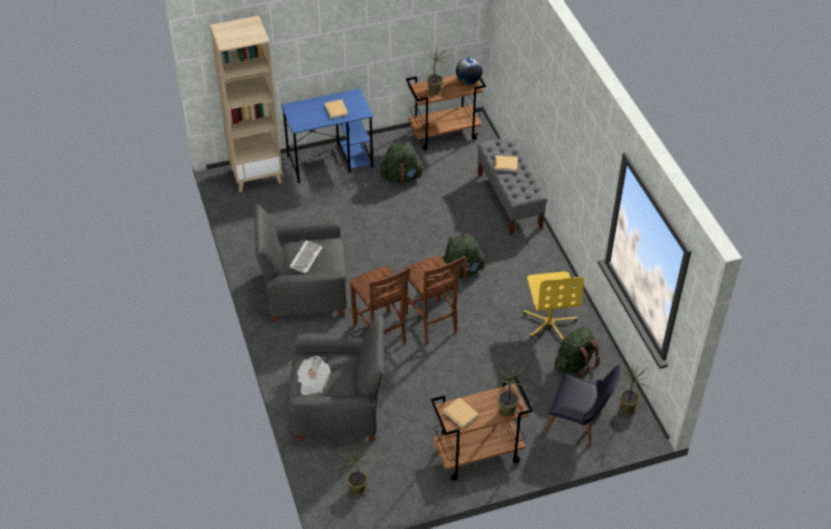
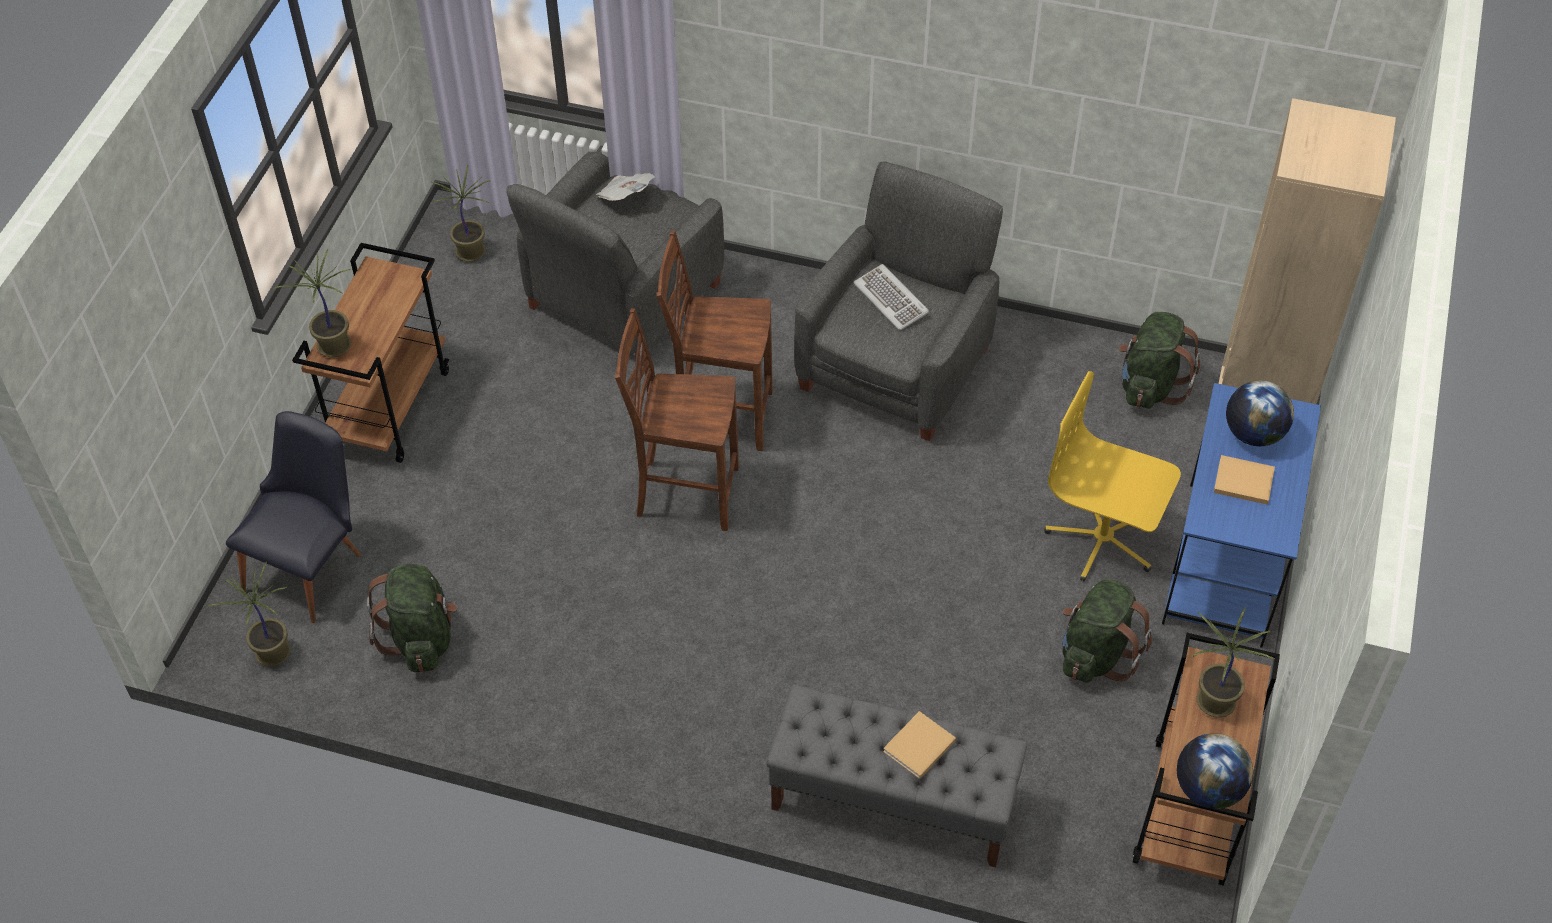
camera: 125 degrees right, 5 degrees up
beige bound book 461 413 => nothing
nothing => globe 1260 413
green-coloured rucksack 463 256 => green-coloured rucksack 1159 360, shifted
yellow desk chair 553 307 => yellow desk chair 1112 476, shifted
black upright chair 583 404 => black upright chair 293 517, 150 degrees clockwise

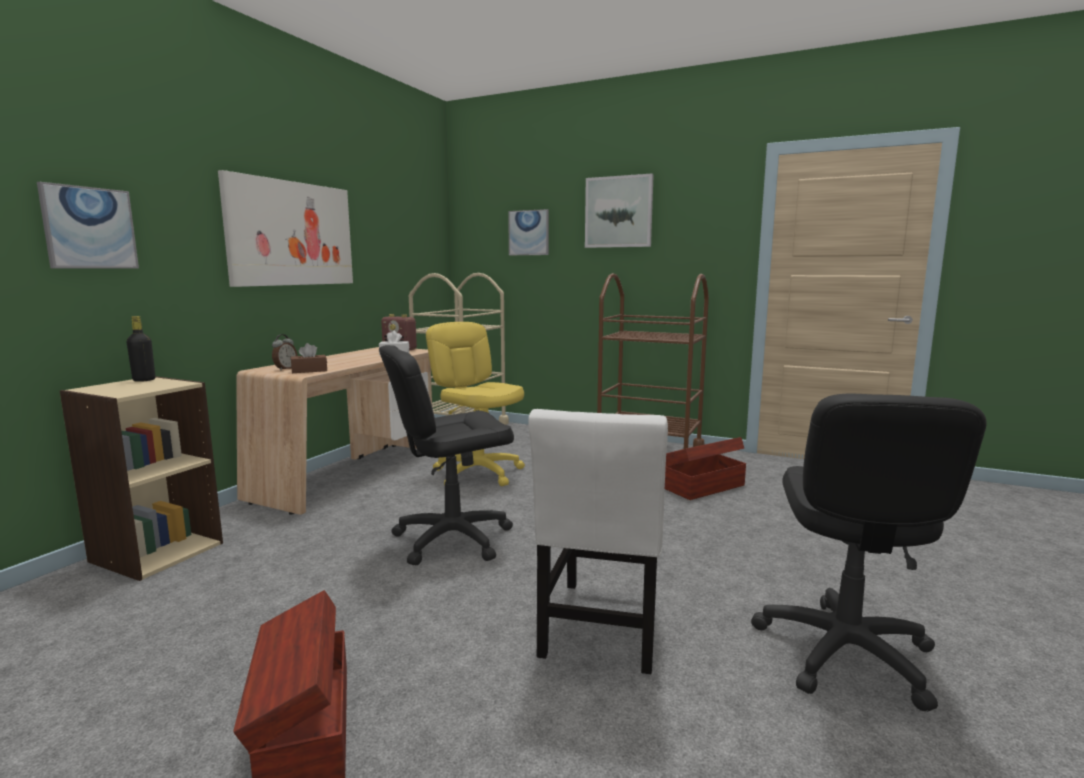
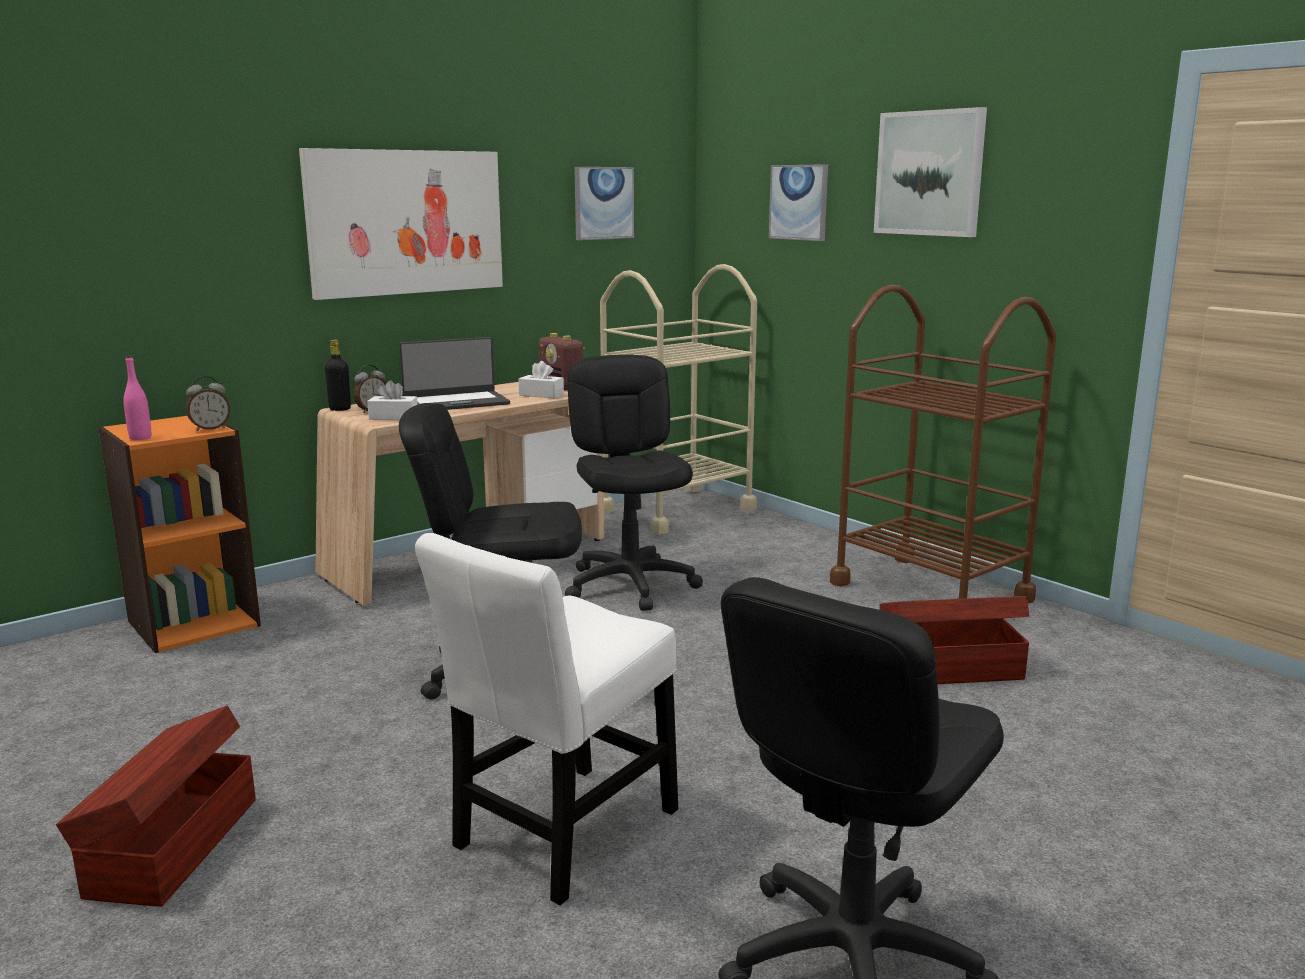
camera: 25 degrees right, 5 degrees up
nothing => pink bottle 137 398
nothing => bedside clock 208 403
nothing => notebook computer 454 373
wall picture 88 225 => wall picture 604 203, shifted
black bottle 141 349 => black bottle 338 375, shifted
beige bookshelf 141 478 => orange-coloured bookshelf 179 534
brownish tissue holder 309 358 => white tissue holder 392 400
yellow desk chair 475 404 => black desk chair 634 483

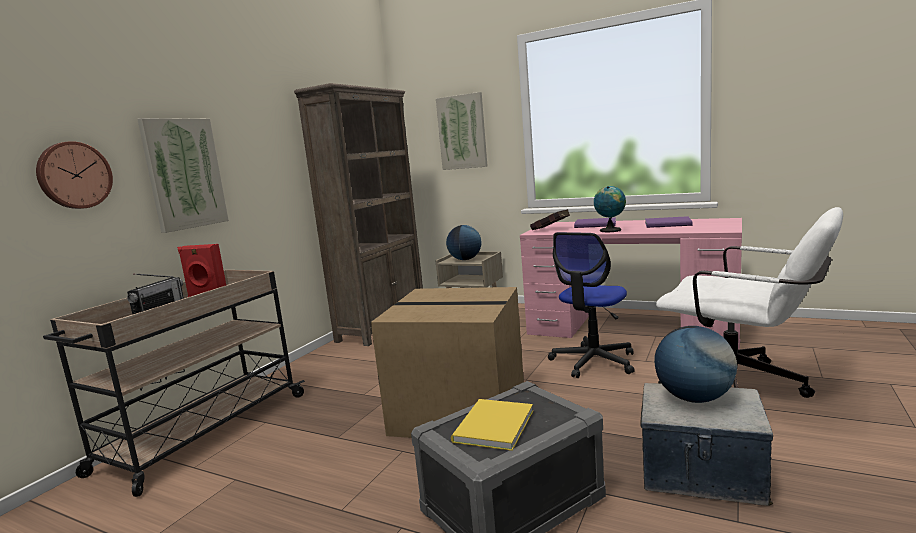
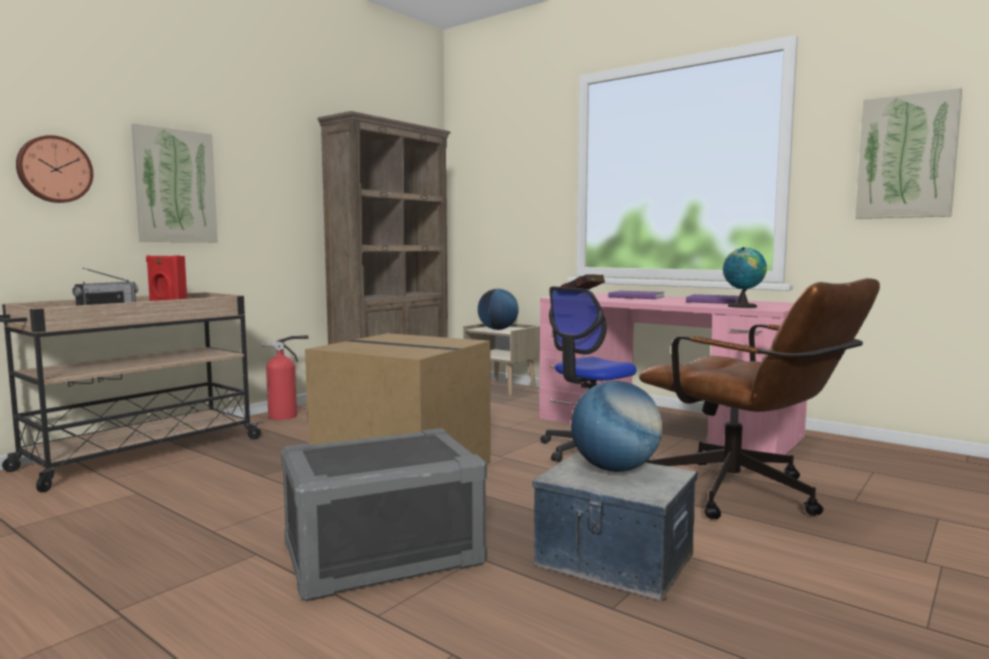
camera: 10 degrees right, 5 degrees down
yellow bound book 492 425 => nothing
nothing => fire-fighting cylinder 285 377
wall picture 462 131 => wall picture 908 153, shifted
globe 610 209 => globe 745 277, shifted
white desk chair 749 302 => brownish desk chair 759 398

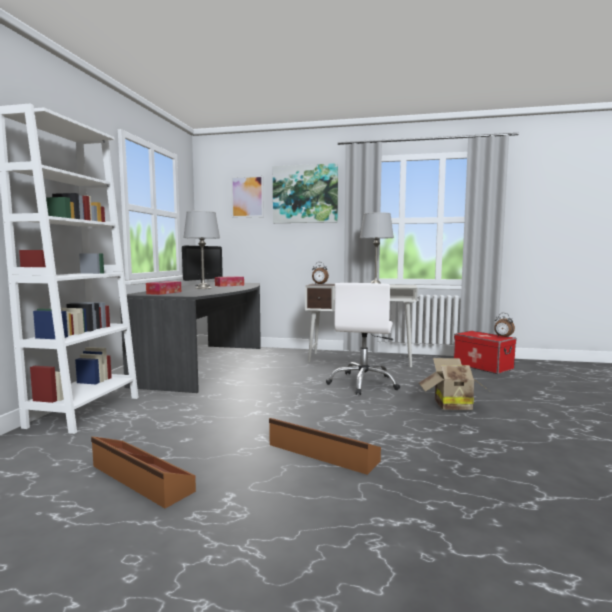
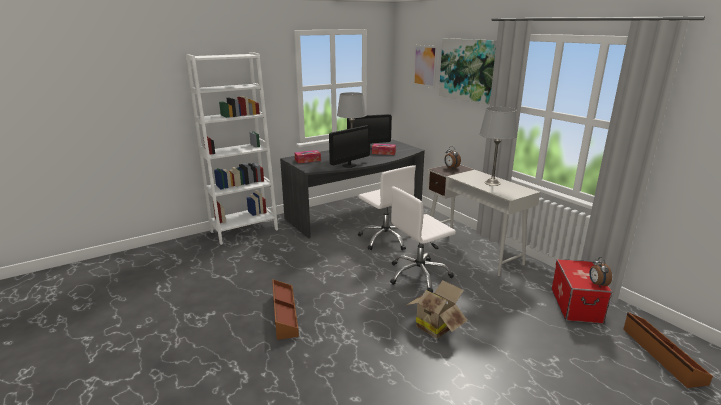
camera: 45 degrees right, 15 degrees up
nothing => computer display 349 146
nothing => white desk chair 387 207
brownish storage box 143 472 => brownish storage box 668 350, shifted

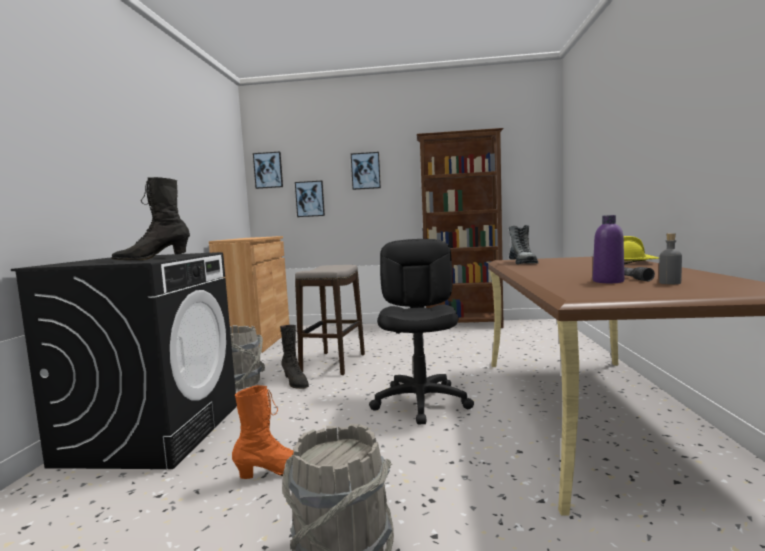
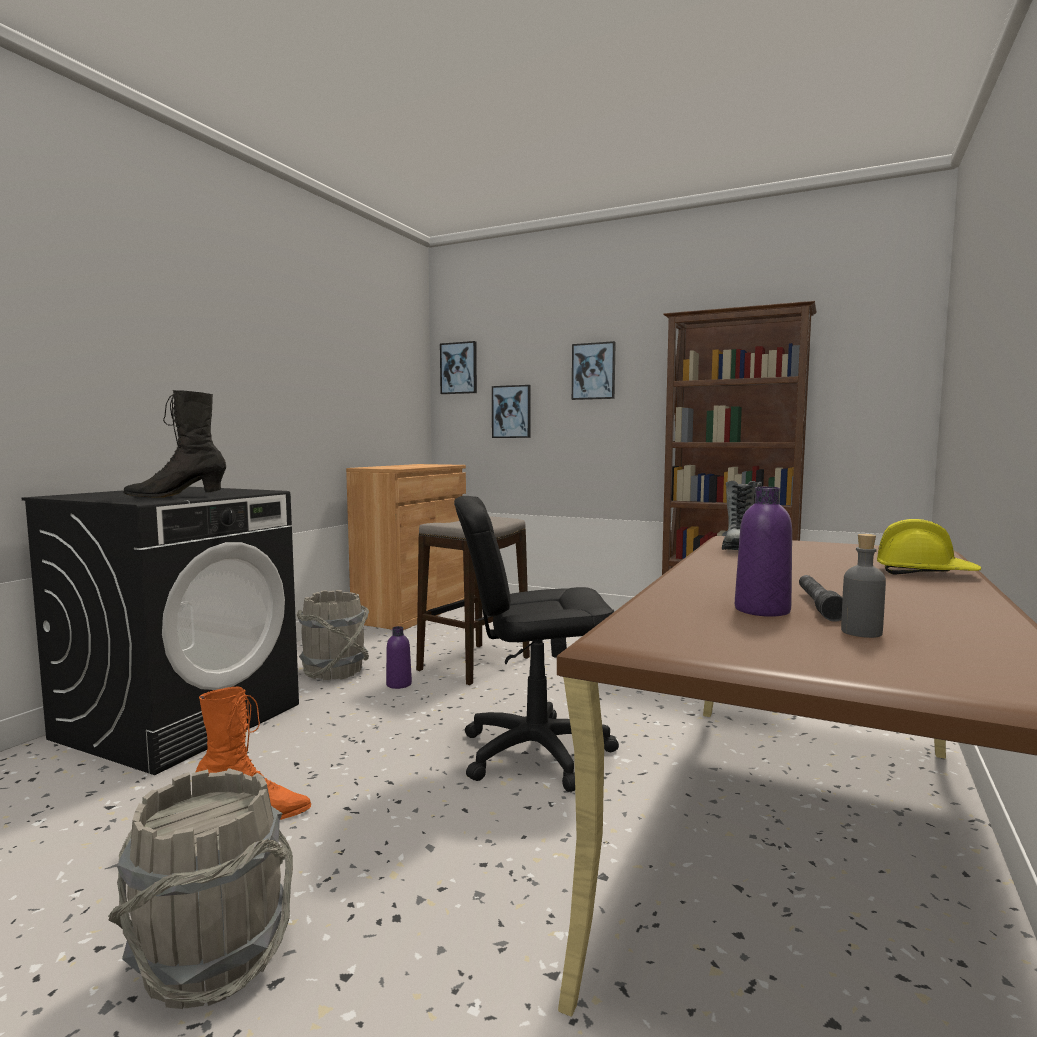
camera: 20 degrees right, 0 degrees up
black boot 294 357 => purplish bottle 399 657
black desk chair 421 331 => black desk chair 536 644, 120 degrees counterclockwise

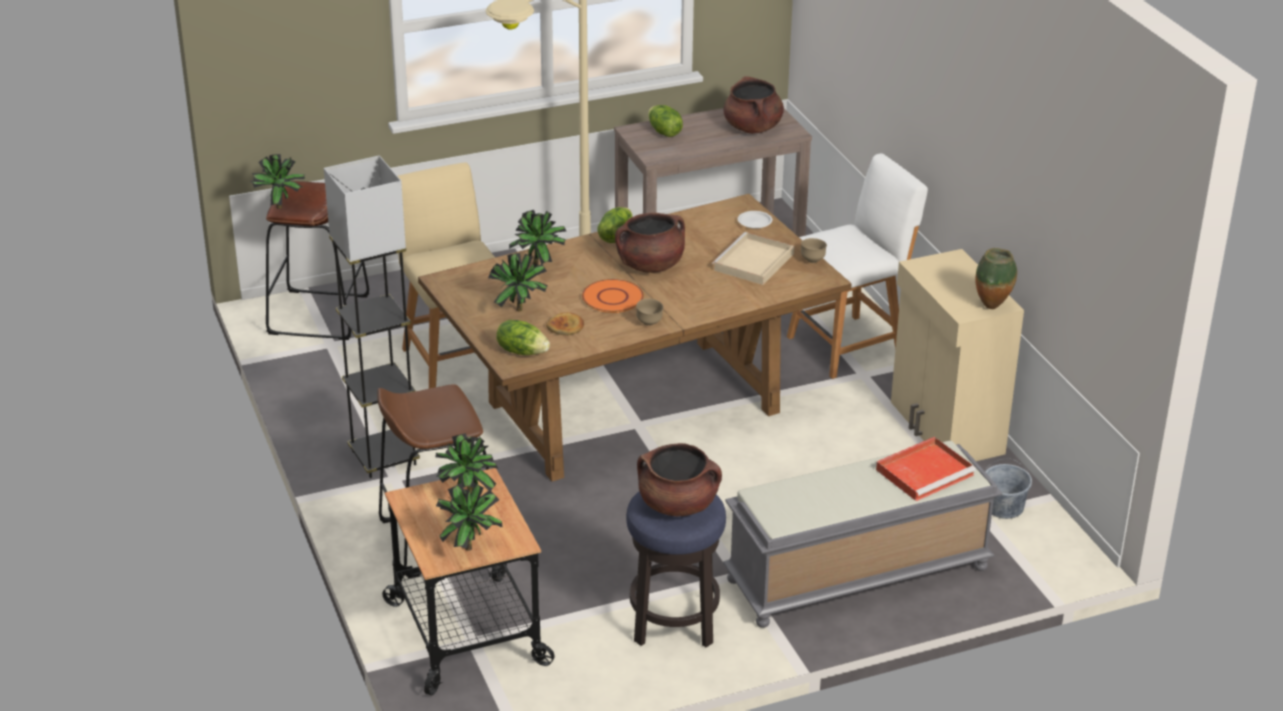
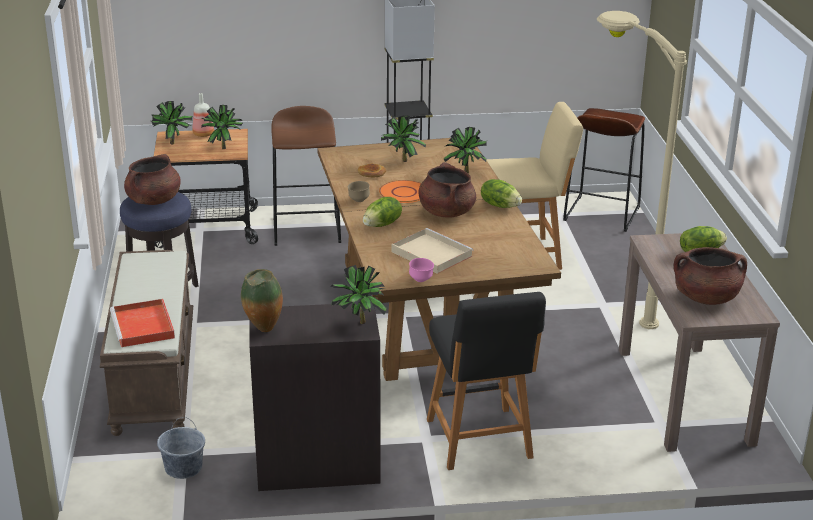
camera: 105 degrees right, 5 degrees down
white plate 755 220 => nothing
nothing => bottle 203 115
houseplant 277 181 => houseplant 358 294, shifted
head of lettuce 523 337 => head of lettuce 382 212, shifted
gray long seat 863 534 => brownish long seat 146 343
white upright chair 857 266 => black upright chair 486 381
brownish serving bowl 814 250 => pink serving bowl 421 270
beige cabinet 957 355 => black cabinet 315 397

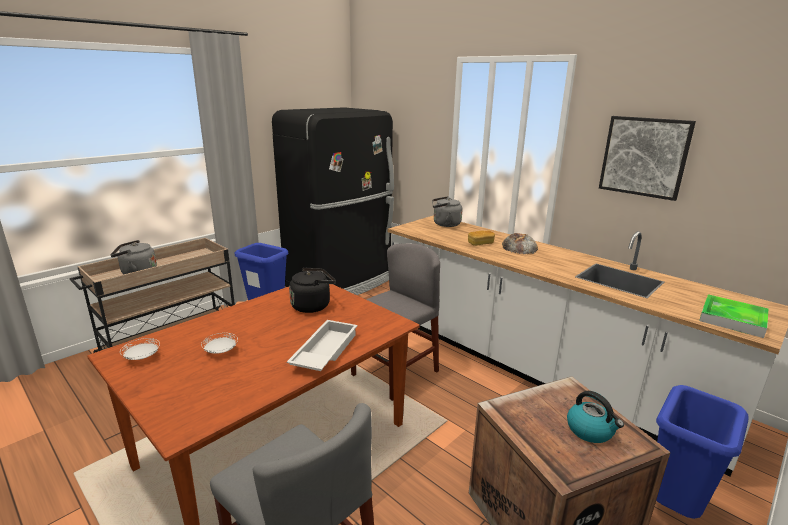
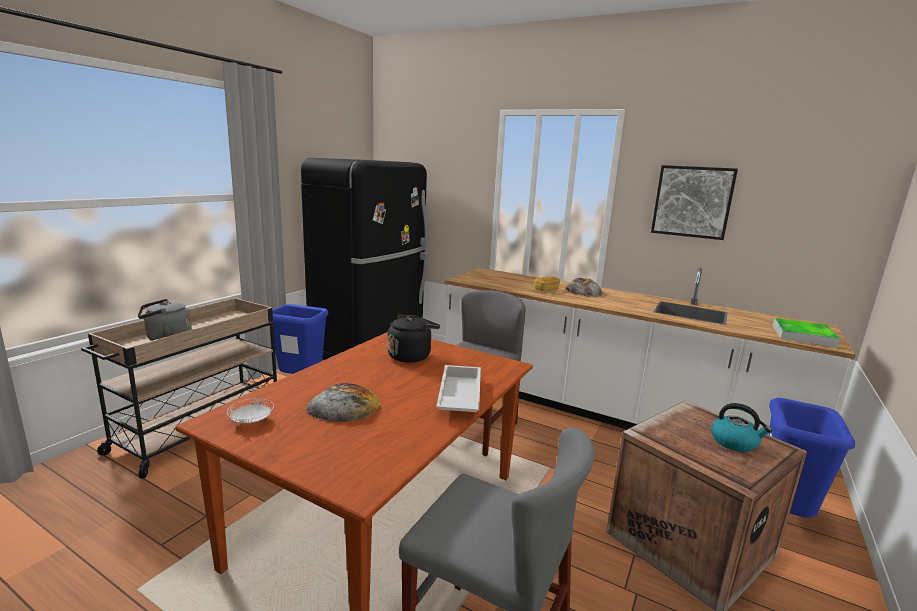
camera: 15 degrees left, 5 degrees down
gray kettle 447 211 => nothing
white plate 219 343 => bakery bread 343 402

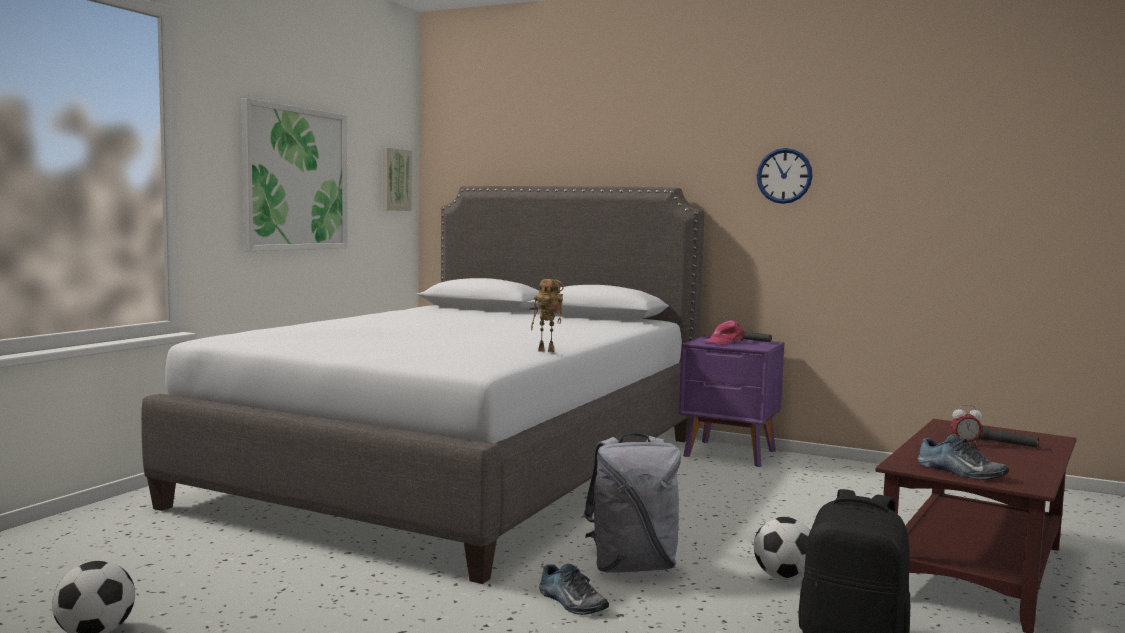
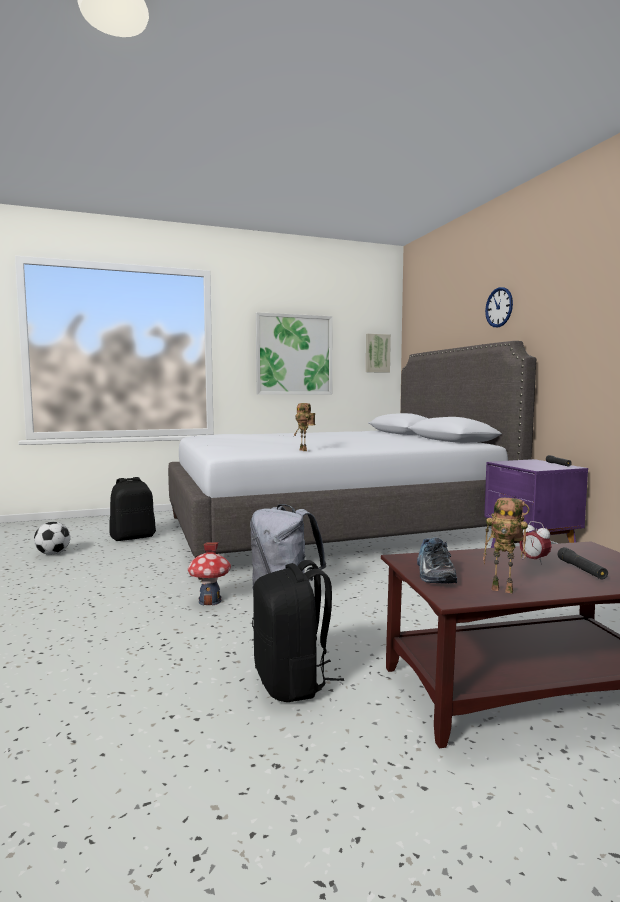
camera: 45 degrees right, 0 degrees up
pink baseball cap 724 332 => nothing
ball for football 782 548 => nothing
nothing => black rucksack 133 509
nothing => toy robot 506 545
wall clock 785 176 => wall clock 499 307, shifted
shoe 574 589 => toy house 209 574

